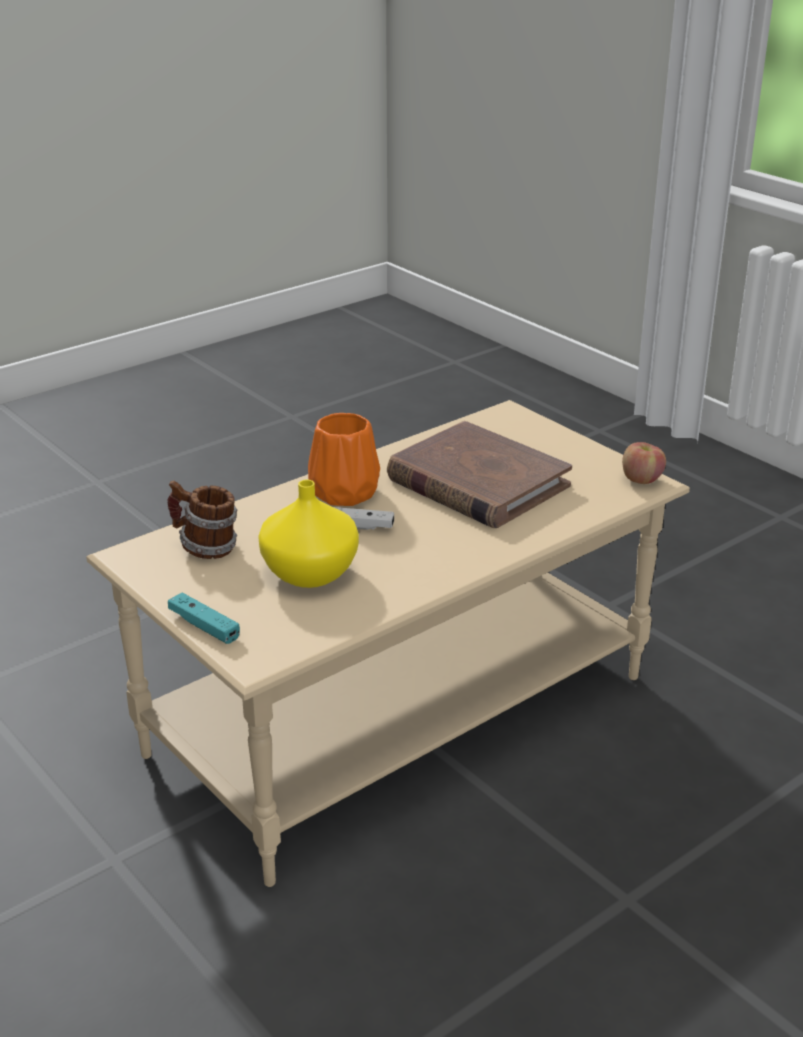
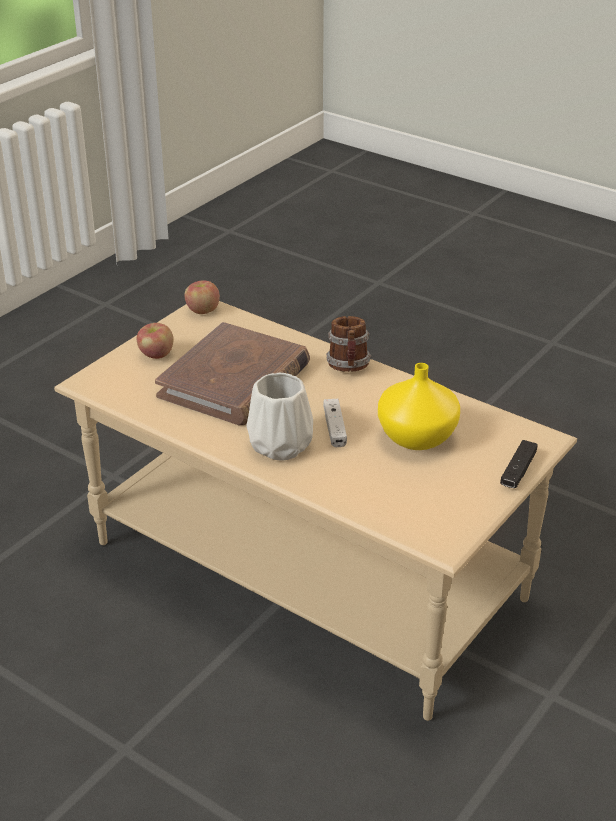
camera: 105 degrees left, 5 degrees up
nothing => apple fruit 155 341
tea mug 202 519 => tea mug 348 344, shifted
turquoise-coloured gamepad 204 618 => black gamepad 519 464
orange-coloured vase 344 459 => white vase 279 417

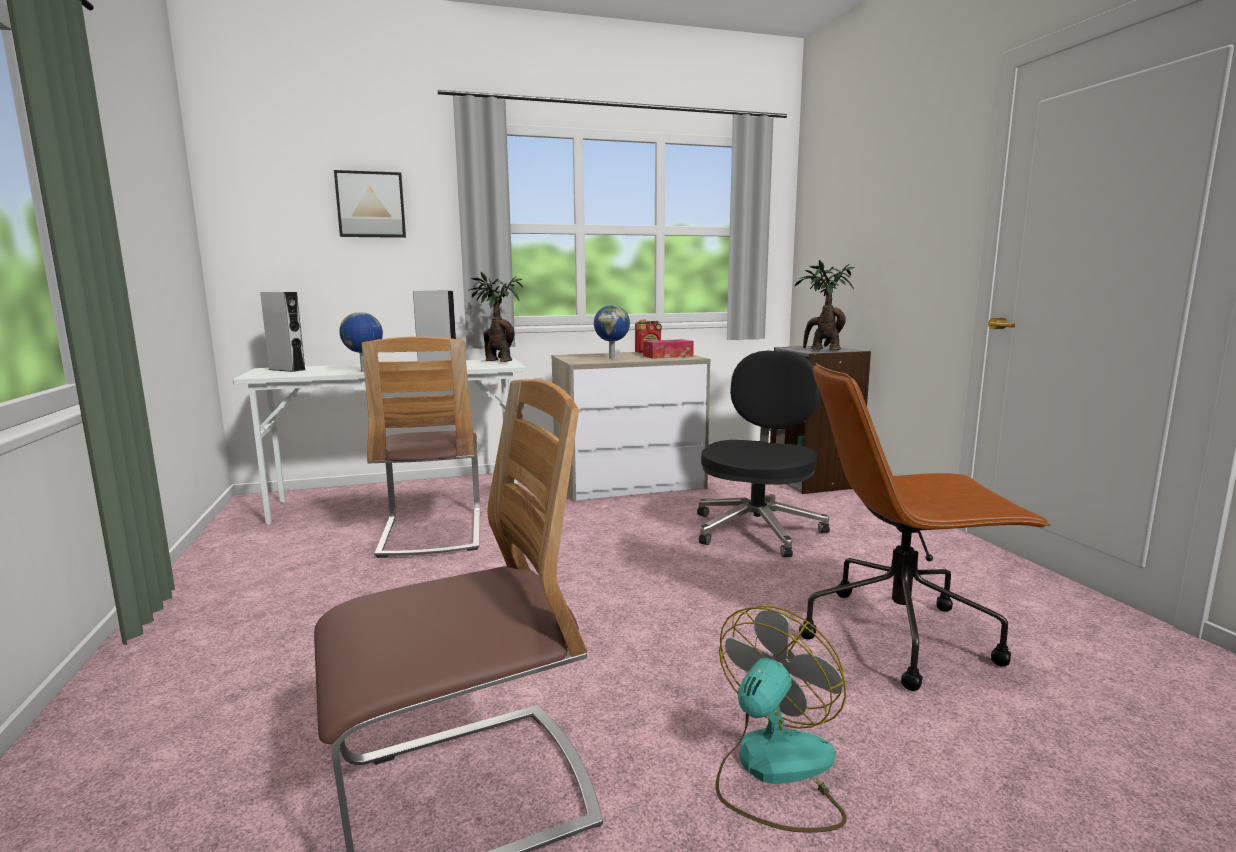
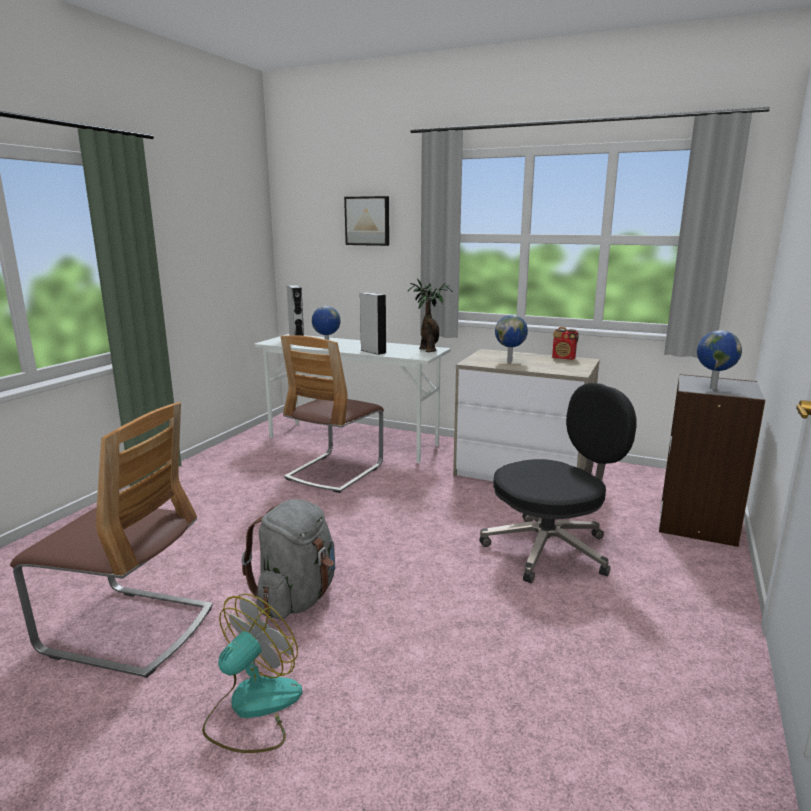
camera: 40 degrees right, 5 degrees up
tissue holder 668 349 => nothing
brownish desk chair 925 527 => nothing
nothing => gray rucksack 289 559
houseplant 824 305 => globe 719 359
electric fan 781 719 => electric fan 252 673, 45 degrees counterclockwise

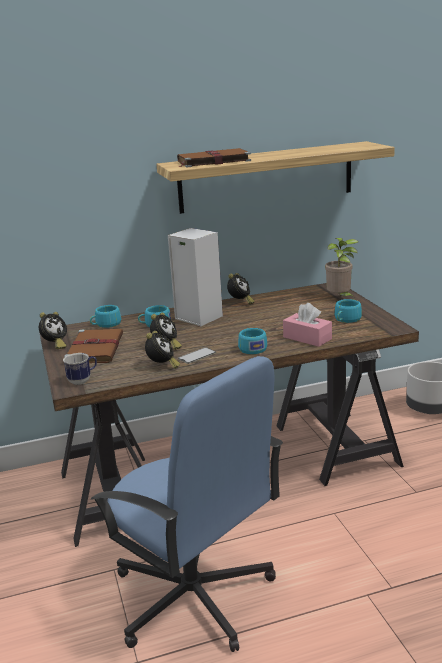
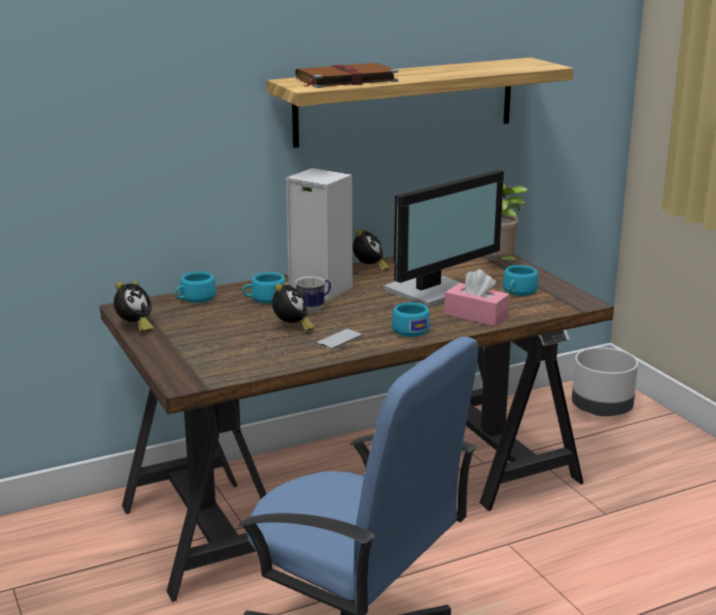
camera: 10 degrees left, 0 degrees up
brownish bound book 93 346 => nothing
bedside clock 162 350 => nothing
nothing => computer display 443 239
tea mug 80 369 => tea mug 313 294, shifted

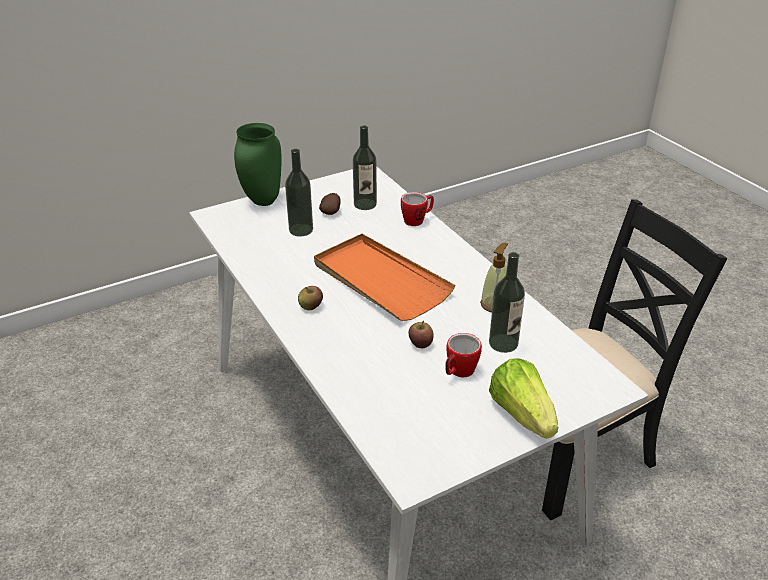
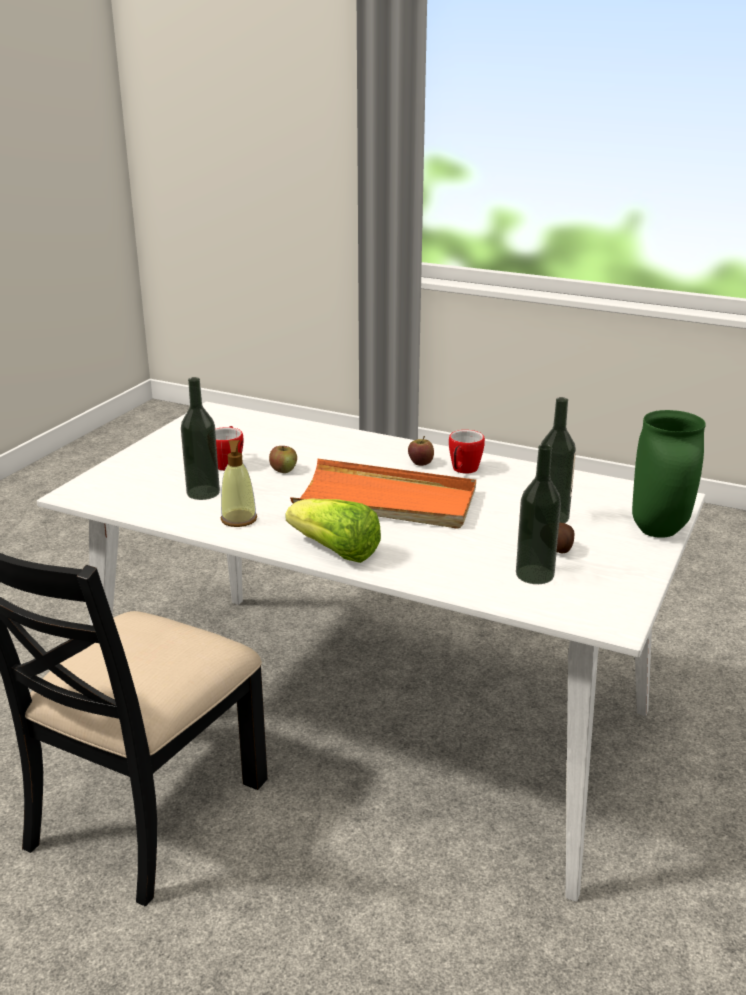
camera: 145 degrees right, 10 degrees down
tea mug 417 209 => tea mug 467 452, shifted
head of lettuce 523 398 => head of lettuce 333 530, shifted

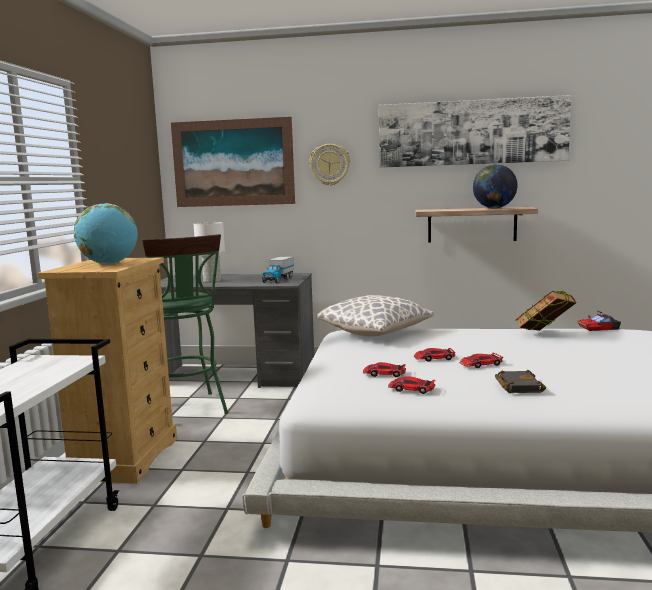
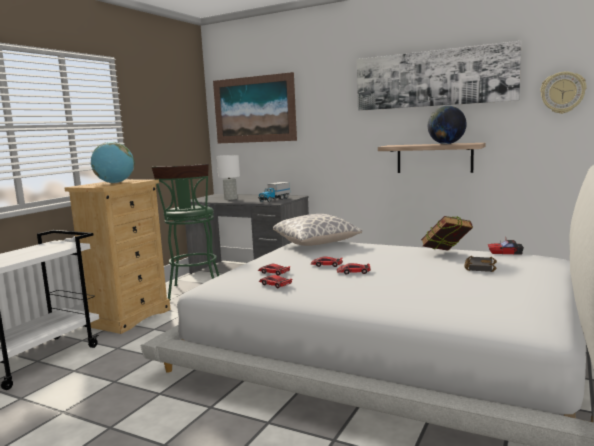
camera: 20 degrees right, 0 degrees up
wall clock 329 165 => wall clock 563 93, shifted
black bound book 520 381 => black bound book 480 264, shifted

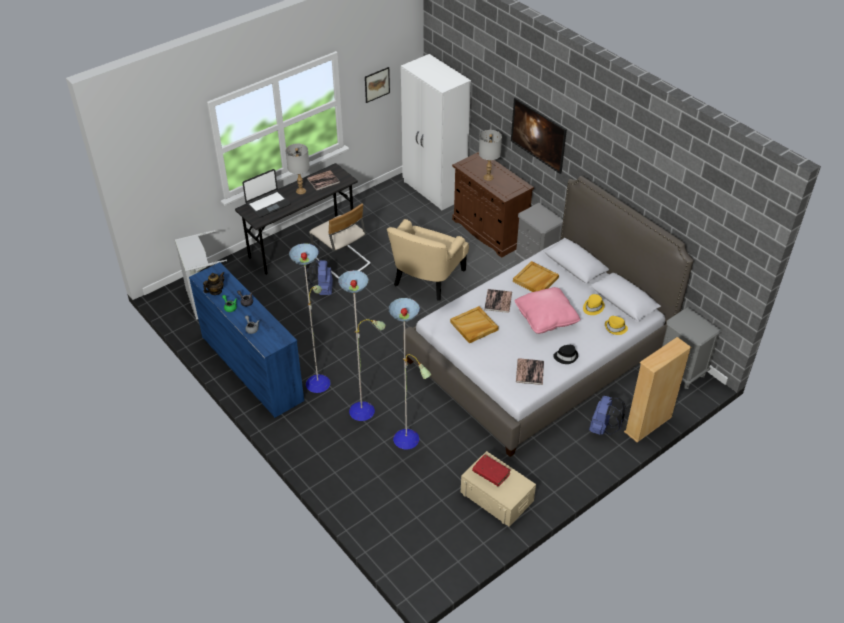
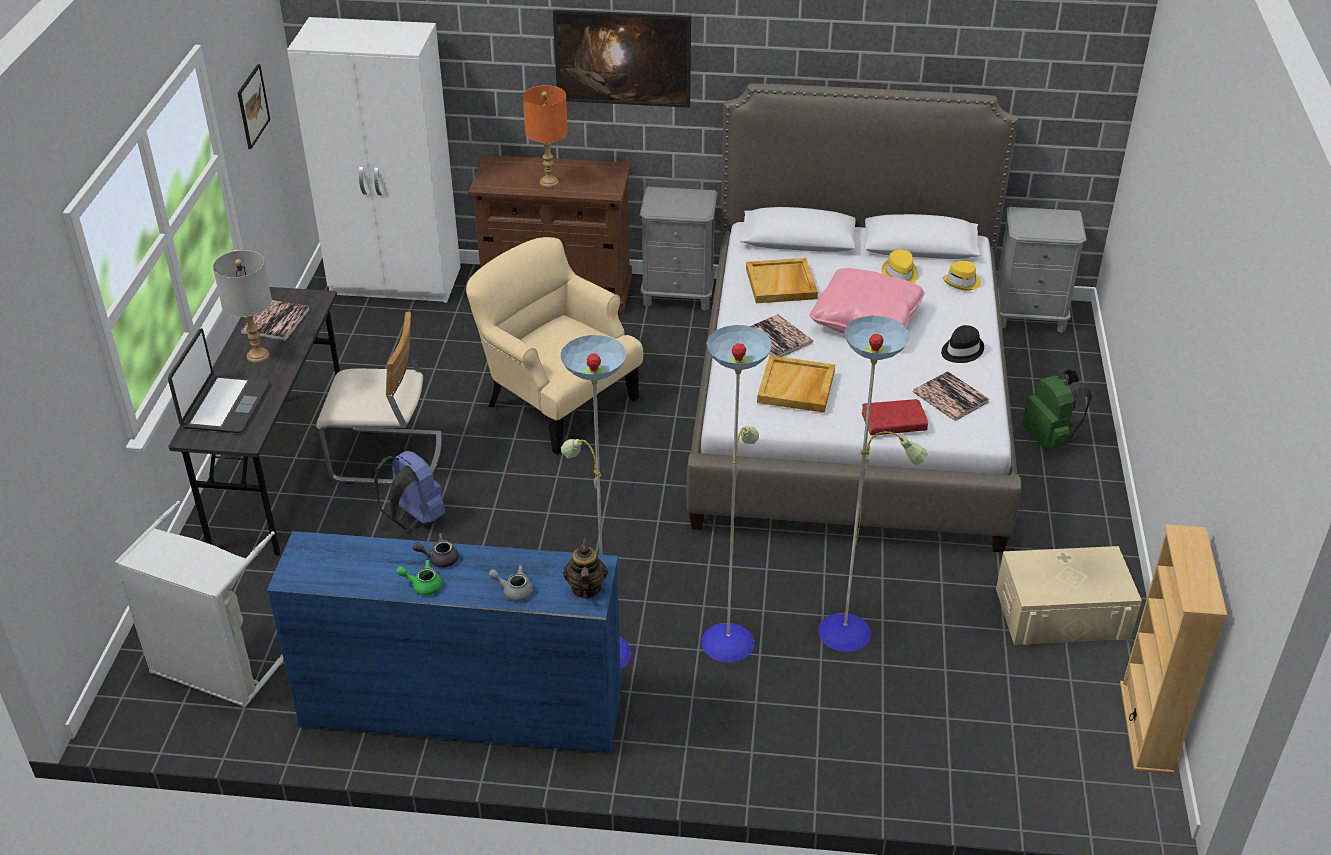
camera: 45 degrees left, 5 degrees down
pot for tea 213 283 => pot for tea 585 568, shifted
reddish bound book 491 471 => reddish bound book 895 417, shifted
beige bookshelf 657 389 => beige bookshelf 1173 649, shifted
gray table lamp 490 155 => orange-coloured table lamp 545 136
bluish rucksack 607 415 => green-coloured rucksack 1057 408
beige lounge chair 428 260 => beige lounge chair 554 346, 150 degrees clockwise

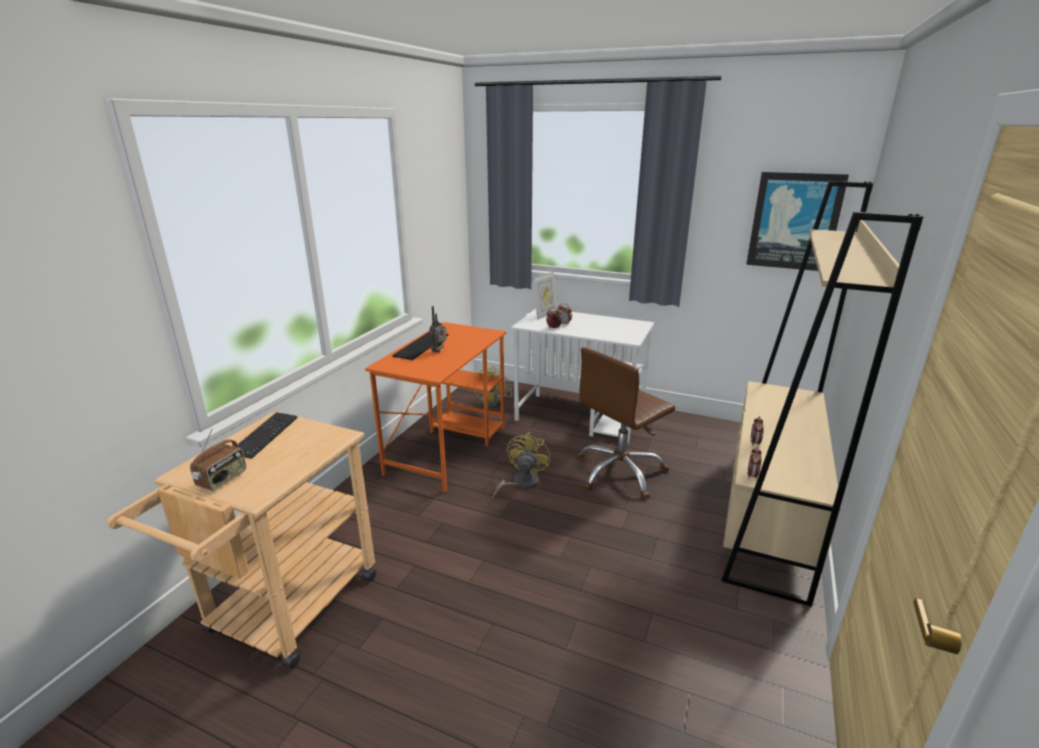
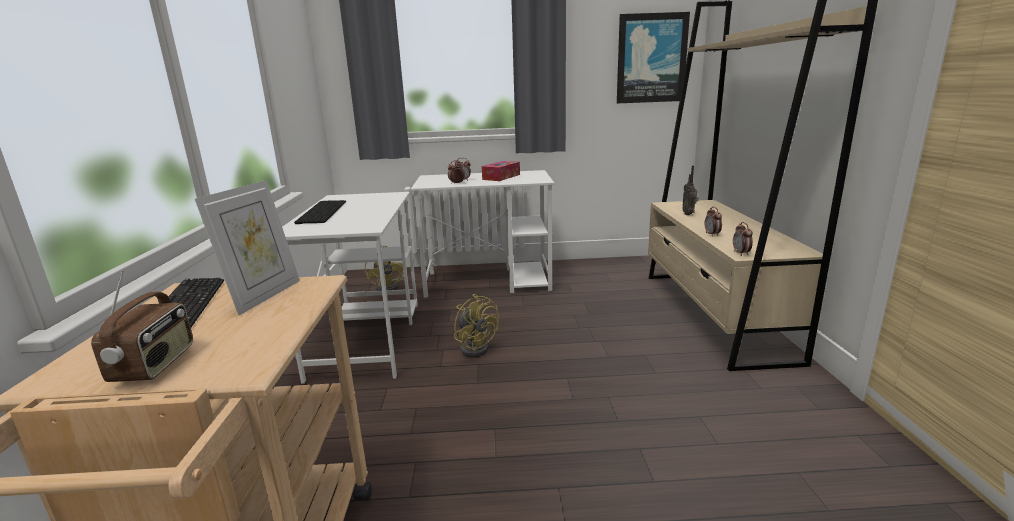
camera: 25 degrees left, 5 degrees down
brownish desk chair 625 423 => nothing
nothing => tissue holder 501 171
radio set 438 329 => radio set 690 190, shifted
picture frame 545 296 => picture frame 247 248, shifted
orange-coloured desk unit 436 407 => white desk unit 350 288
yellow electric fan 521 466 => yellow electric fan 476 325, 150 degrees clockwise

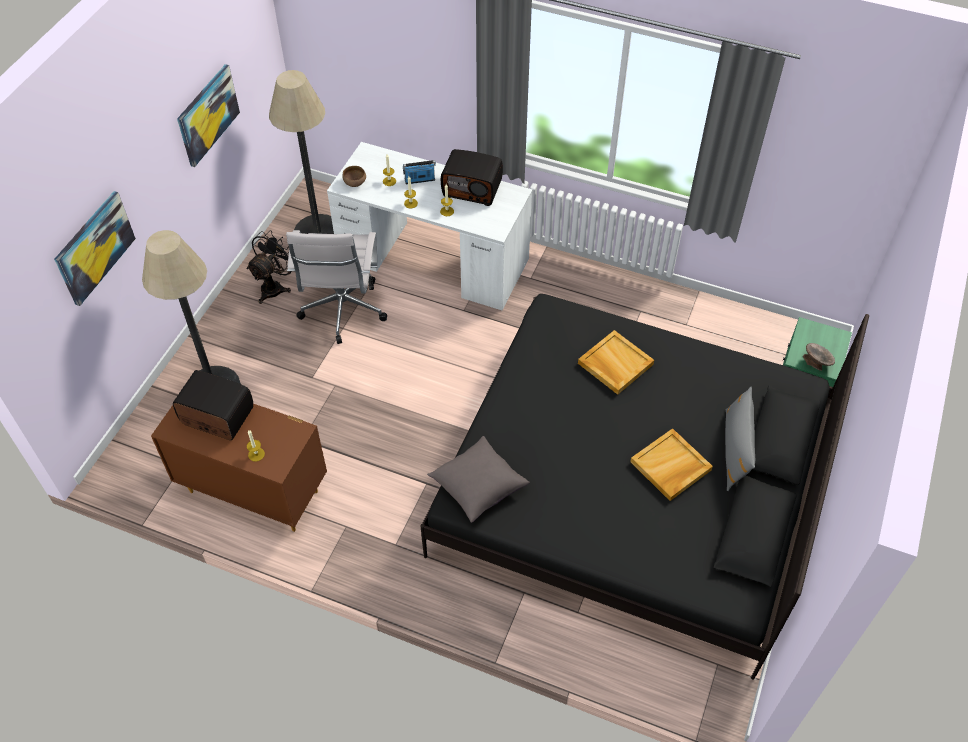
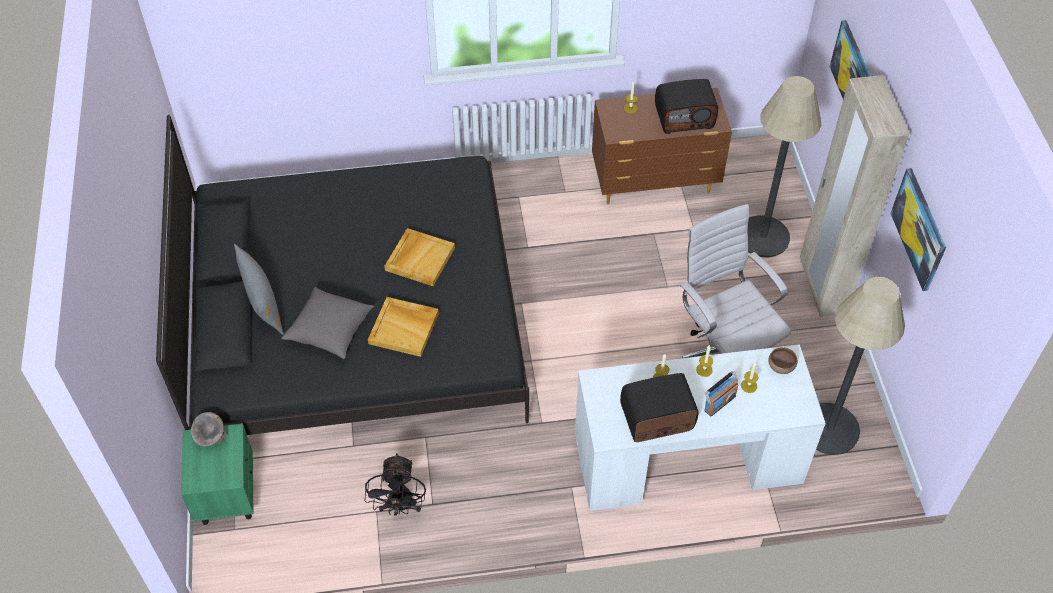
camera: 150 degrees right, 0 degrees up
nothing => beige clothes cupboard 855 196
black electric fan 271 267 => black electric fan 395 484, shifted
gray cushion 478 479 => gray cushion 327 323, shifted
beige tray 671 464 => beige tray 419 257, shifted

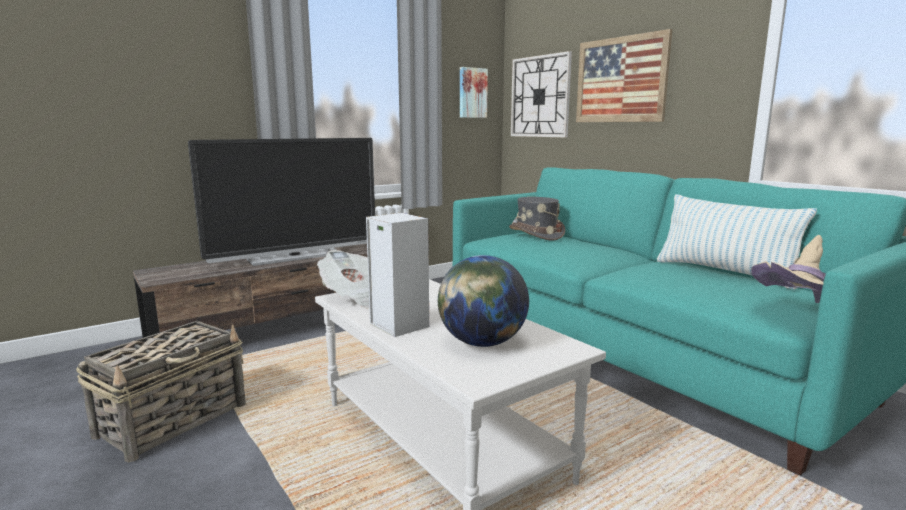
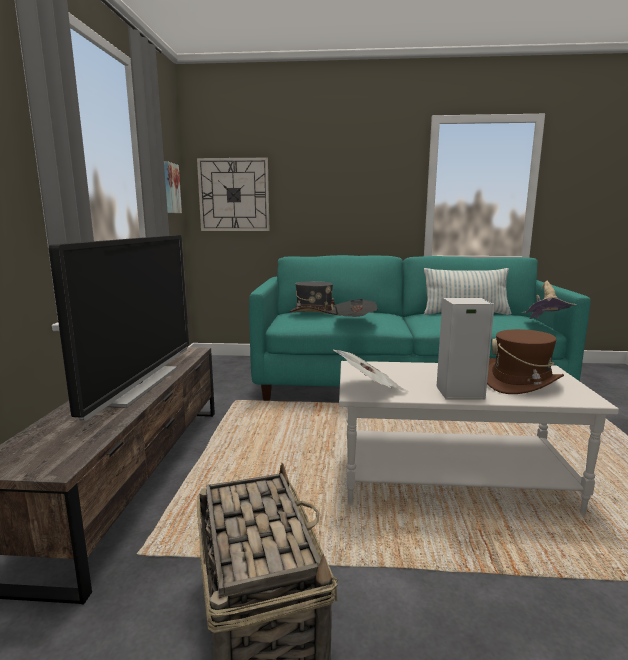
camera: 50 degrees left, 0 degrees up
wall picture 624 75 => nothing
nothing => printed paper 356 308
globe 483 301 => brownish wearable hat 525 361

